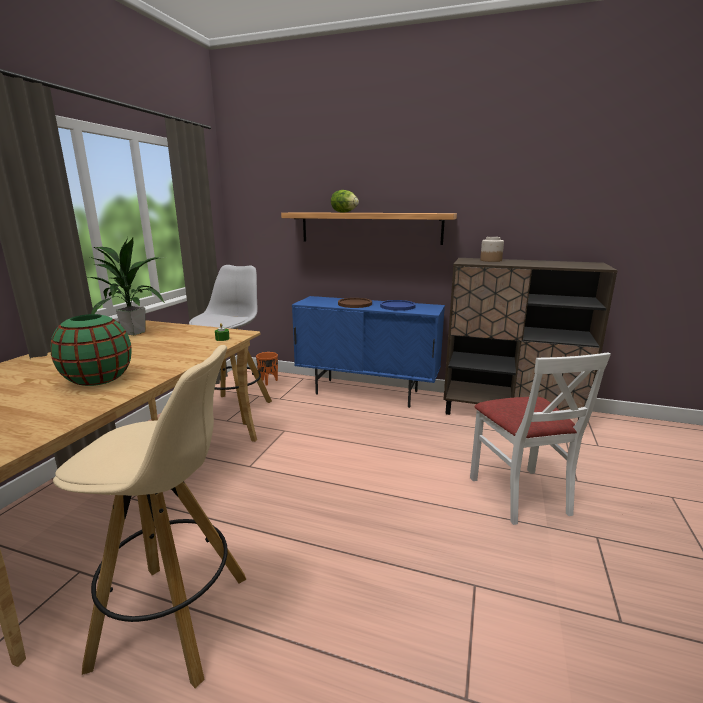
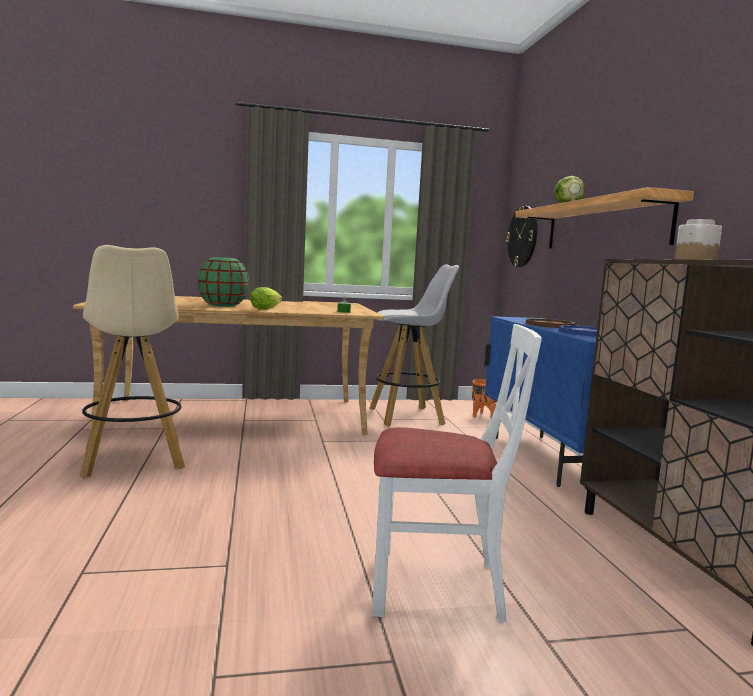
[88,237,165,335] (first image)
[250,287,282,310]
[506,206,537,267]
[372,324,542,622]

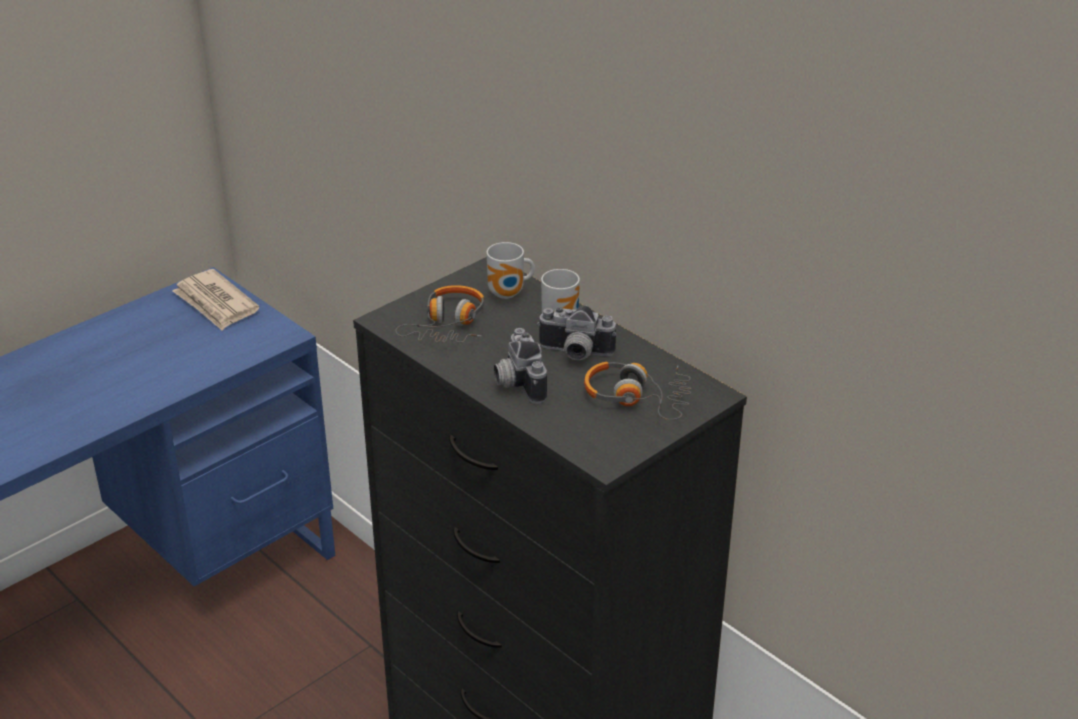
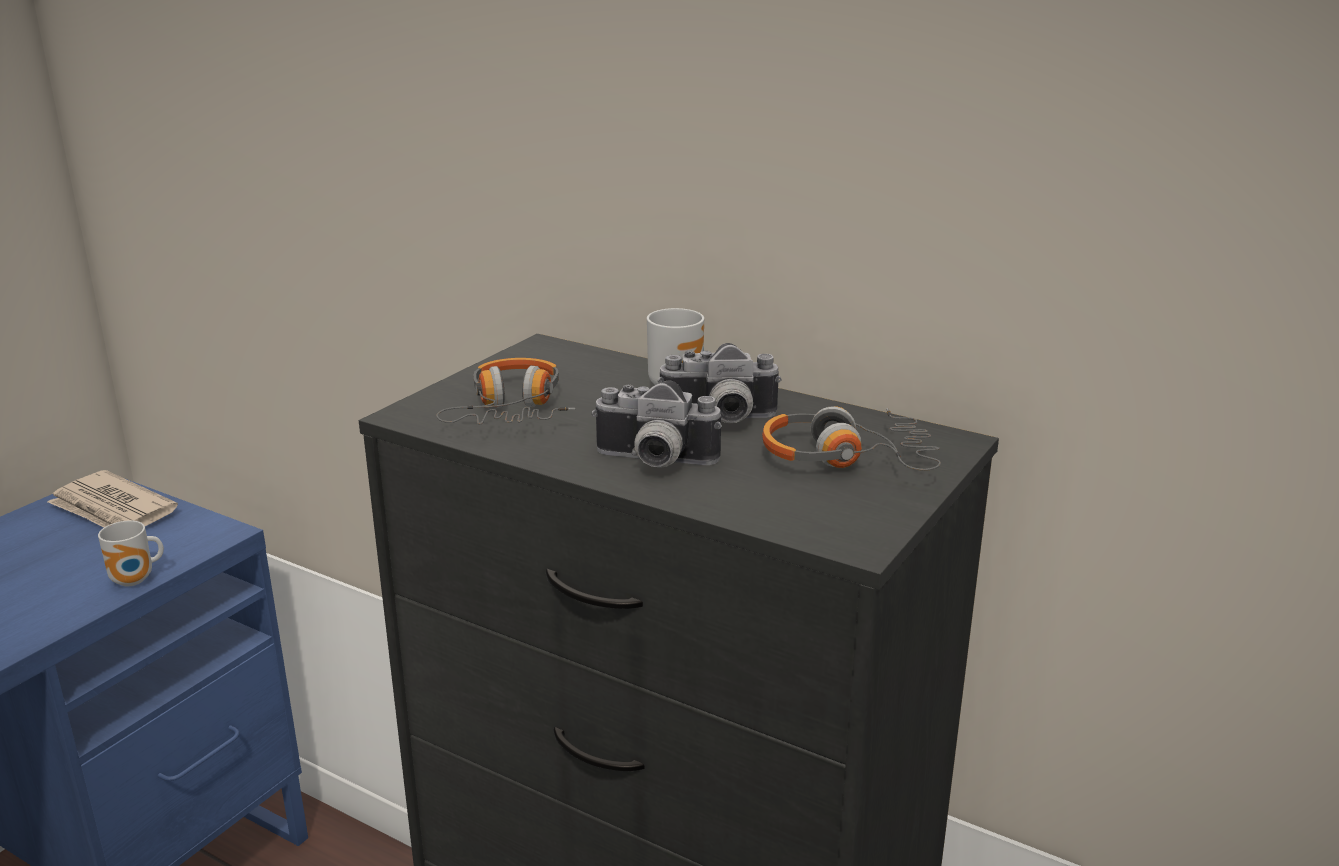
[98,521,164,586]
[592,380,722,468]

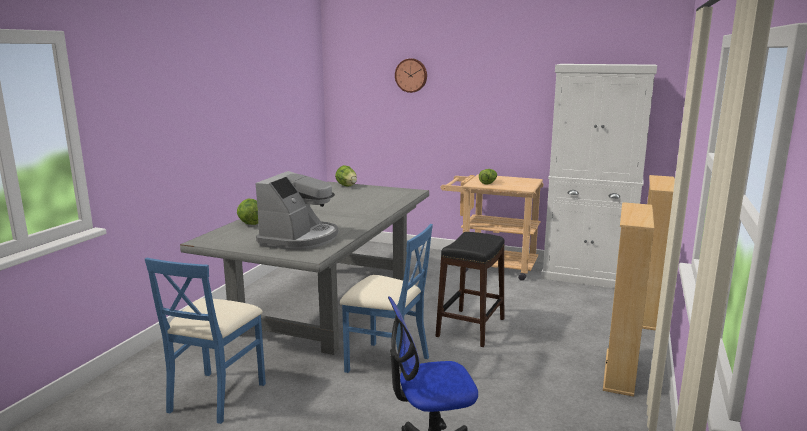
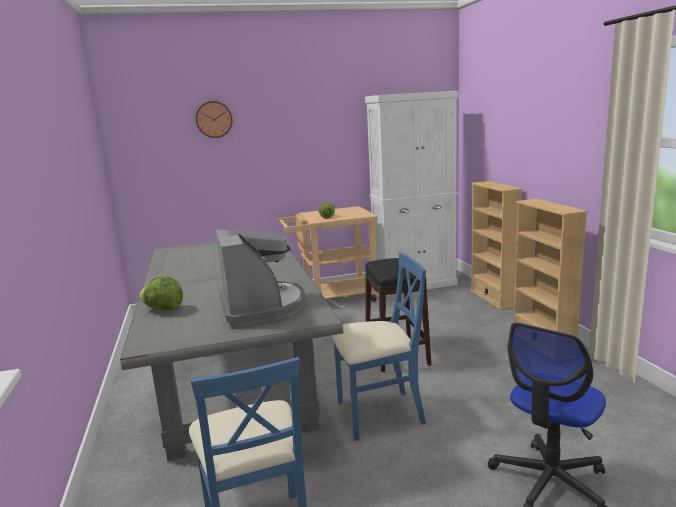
[335,165,357,187] (first image)

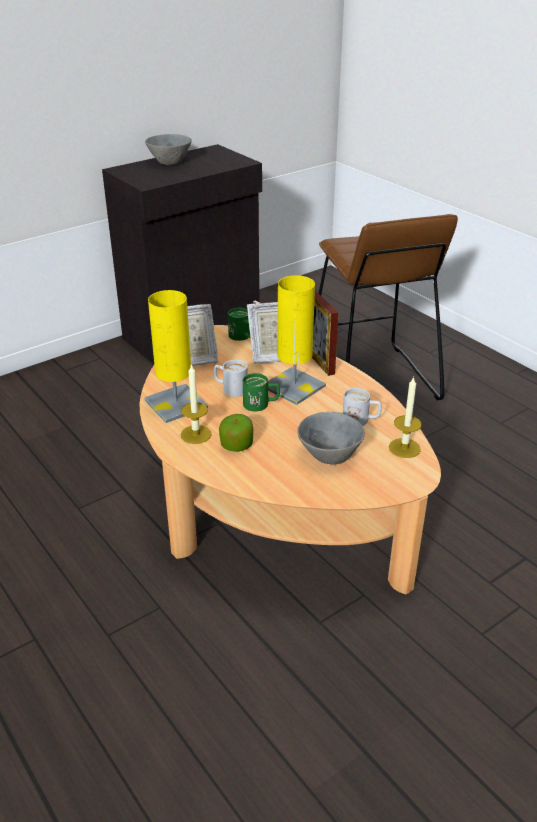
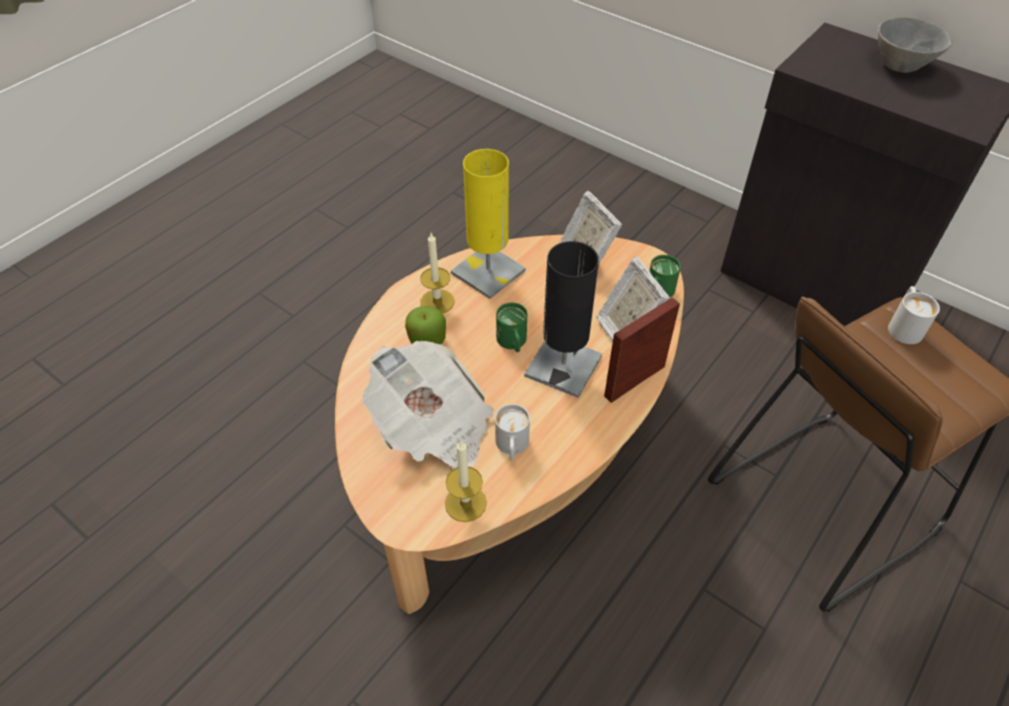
[888,286,940,344]
[362,341,494,469]
[524,241,602,398]

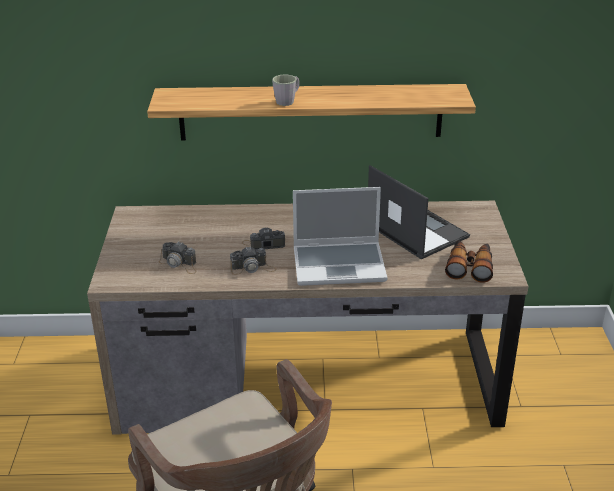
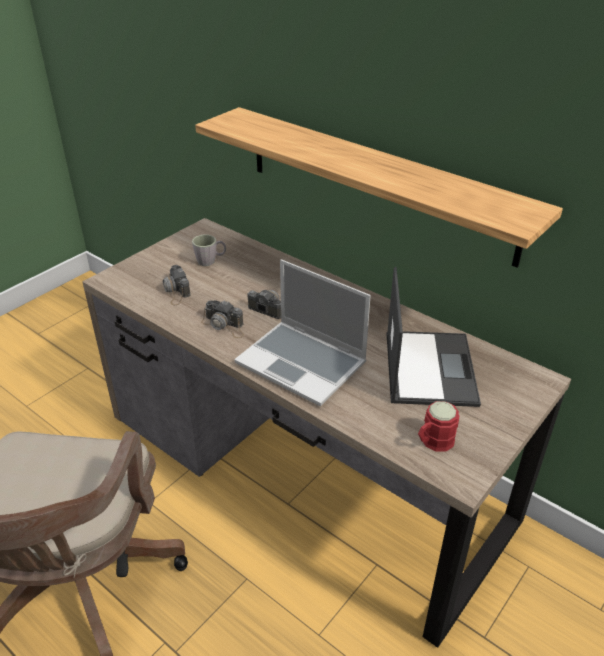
[192,235,226,266]
[418,401,459,452]

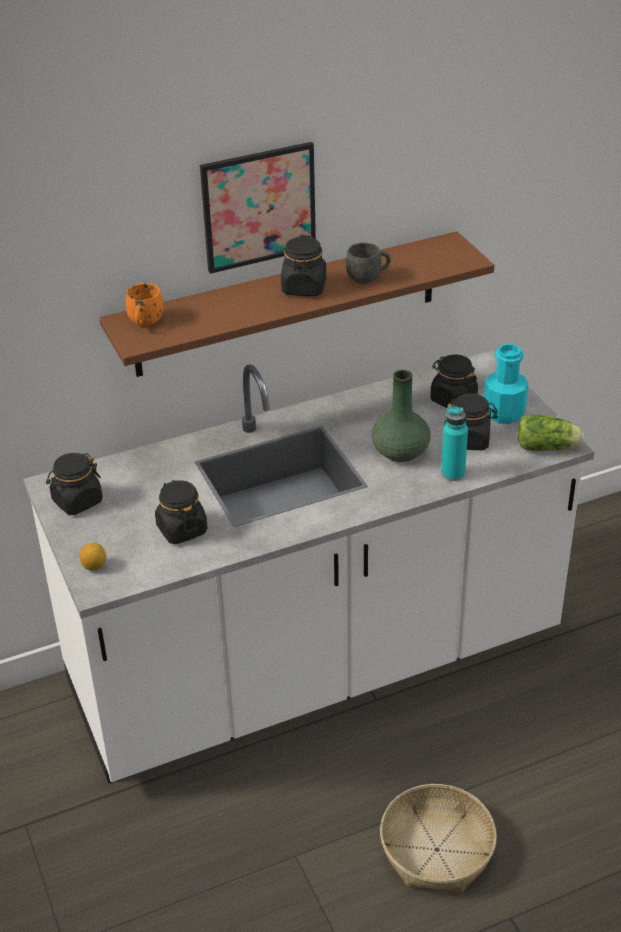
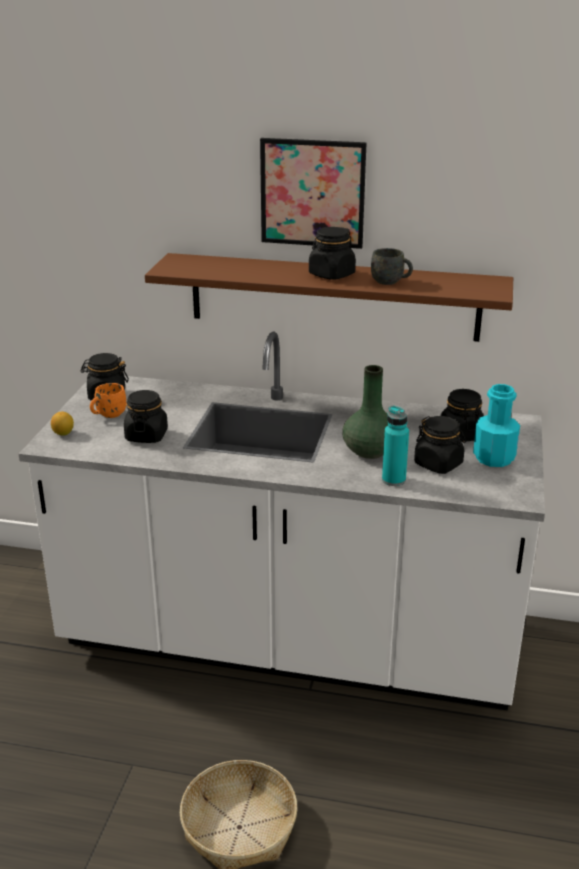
[518,414,584,451] (first image)
[90,383,126,418]

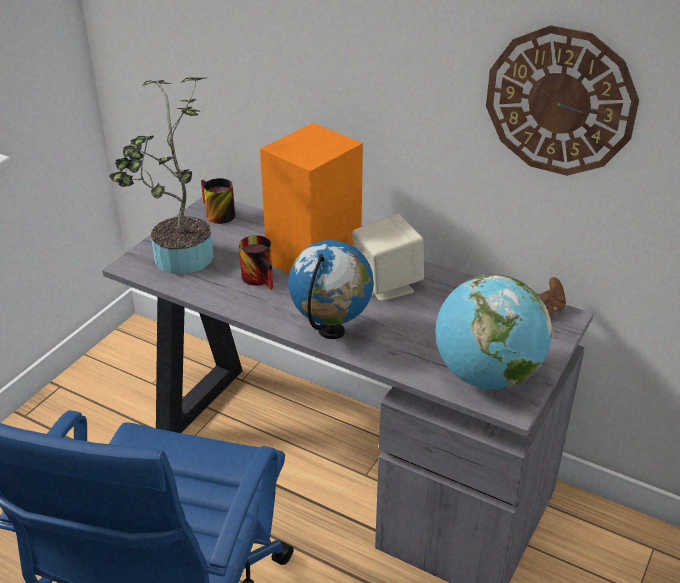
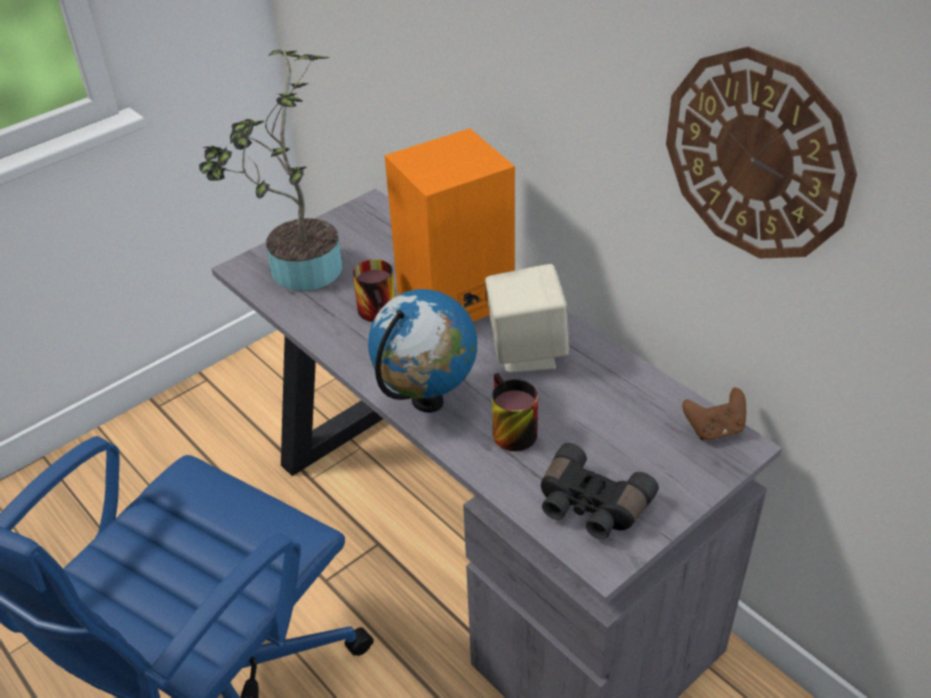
[492,373,538,451]
[541,443,659,539]

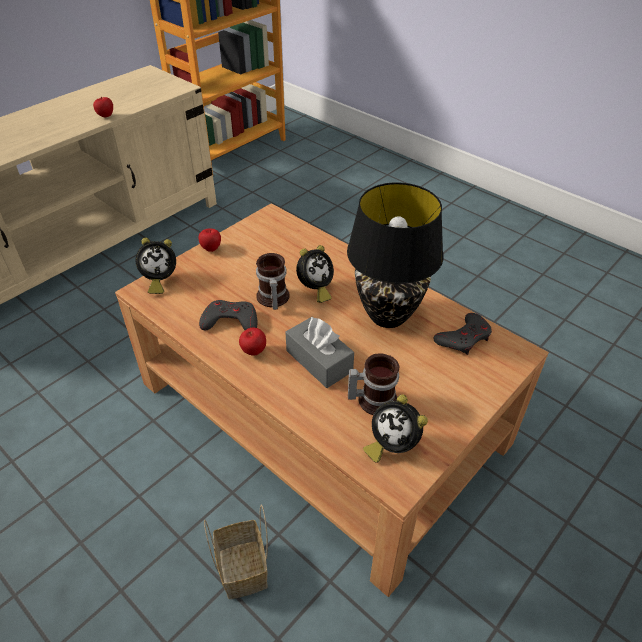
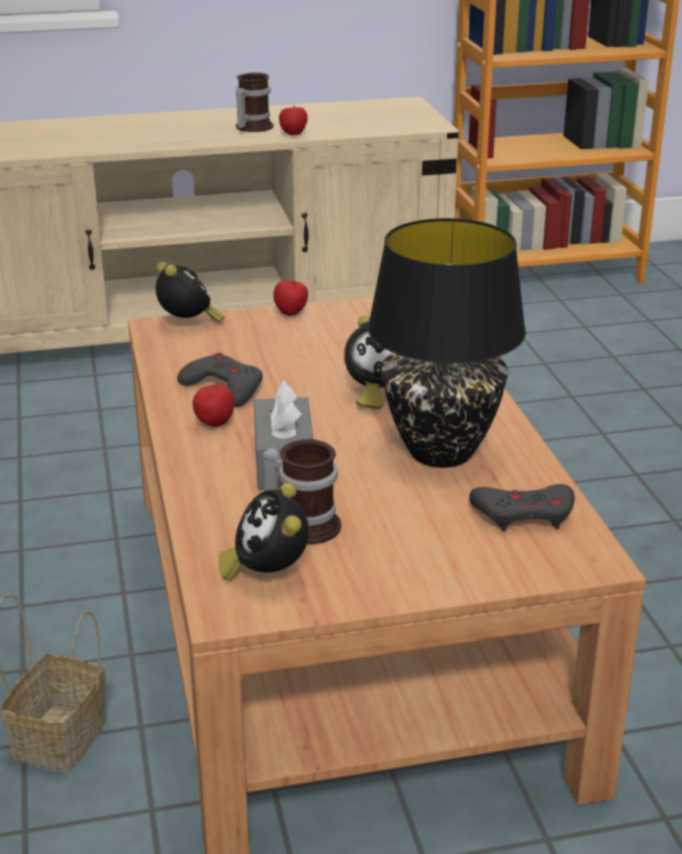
[235,73,274,132]
[156,262,225,322]

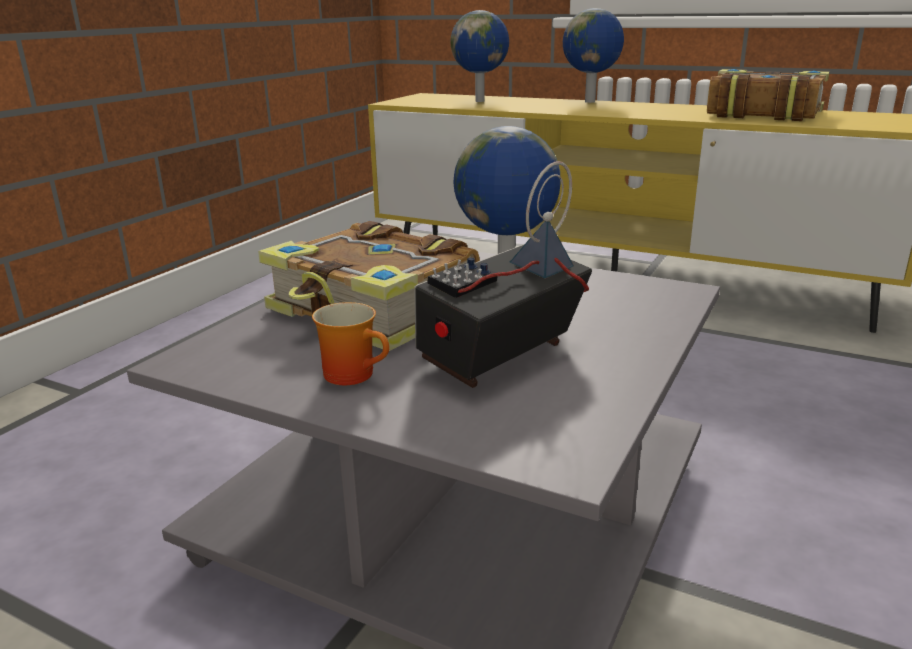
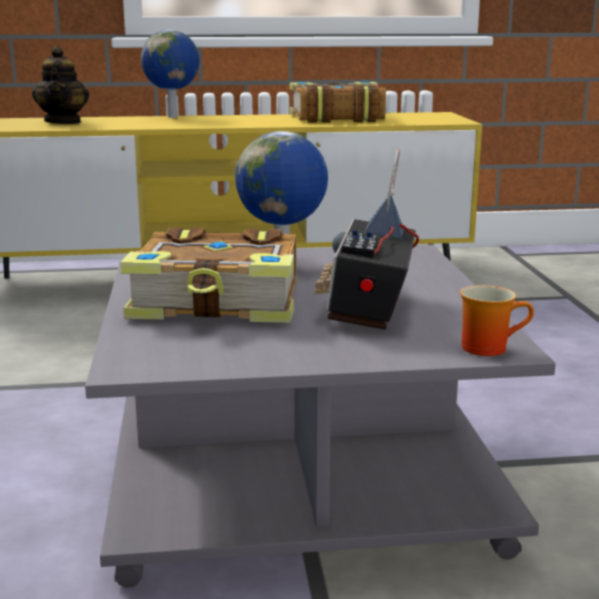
[460,285,534,356]
[32,46,89,124]

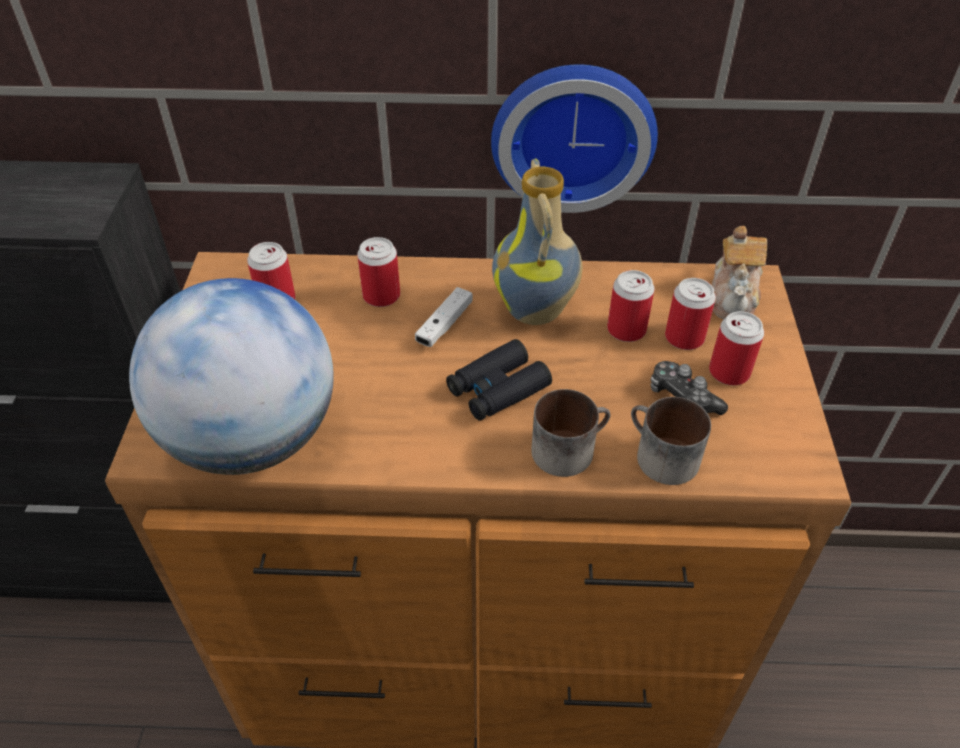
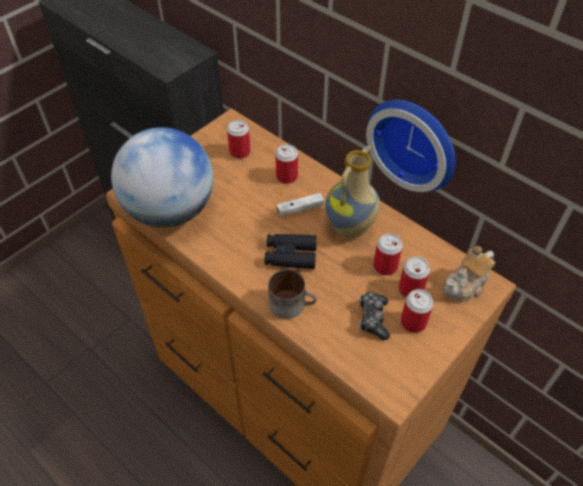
[631,397,711,485] (first image)

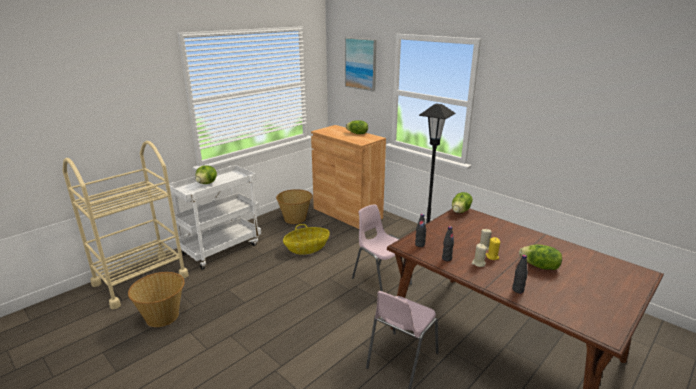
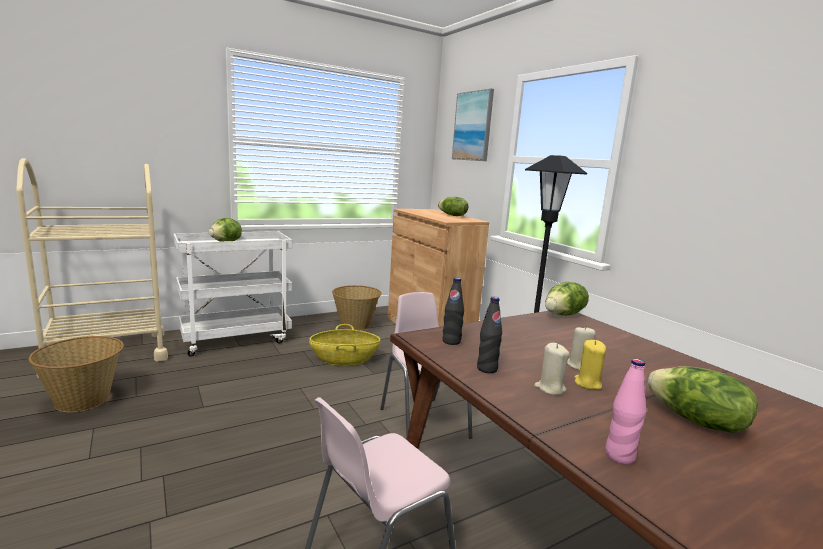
[605,359,646,465]

